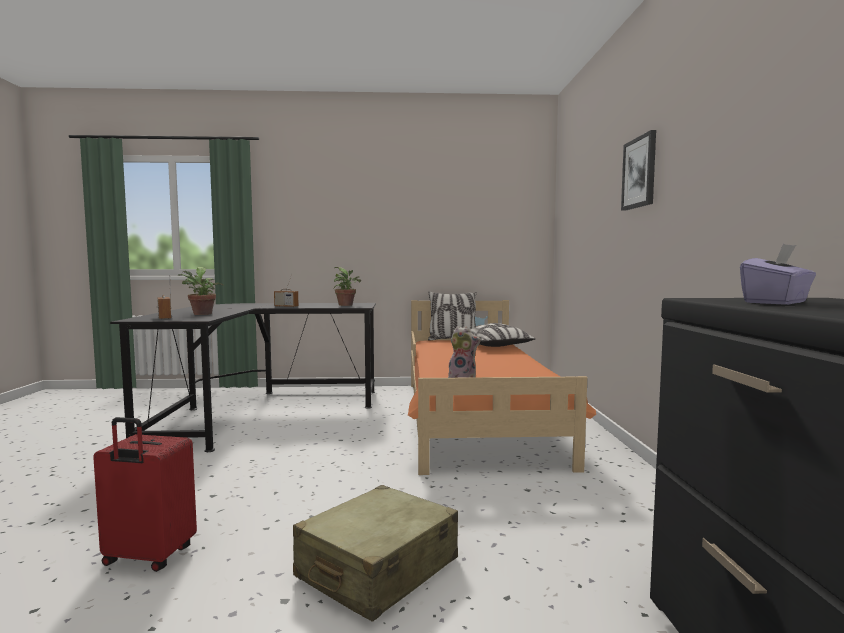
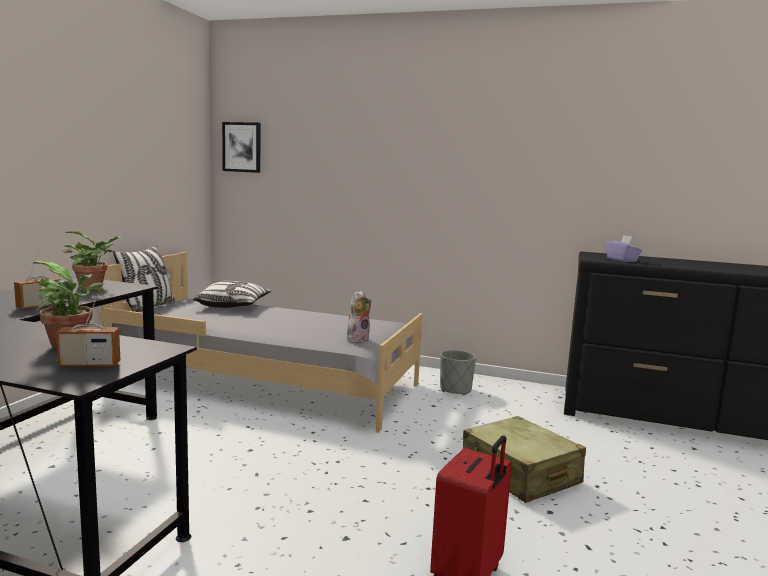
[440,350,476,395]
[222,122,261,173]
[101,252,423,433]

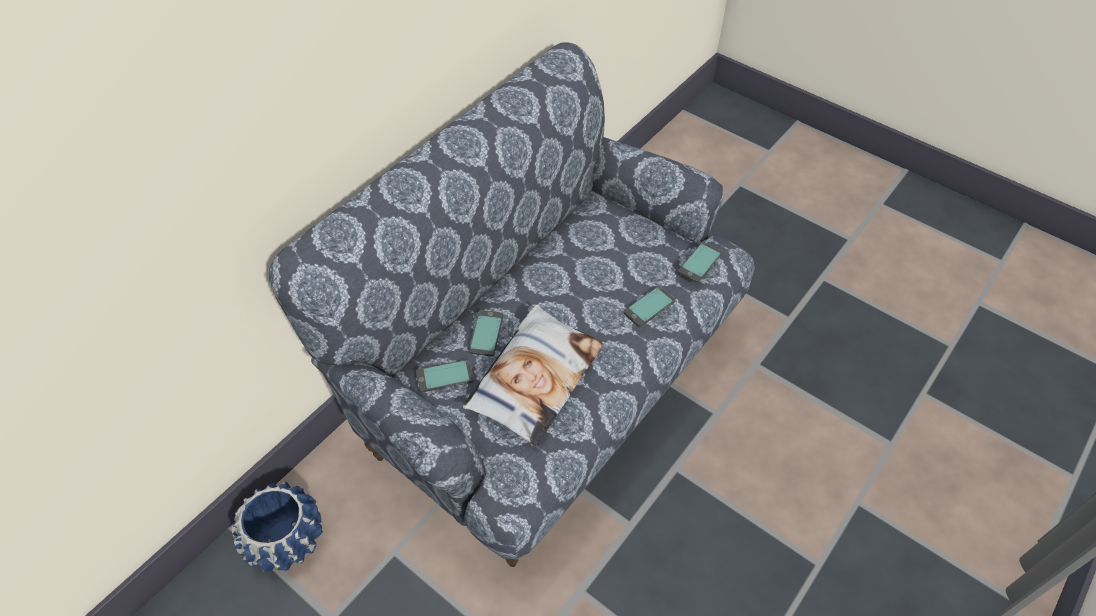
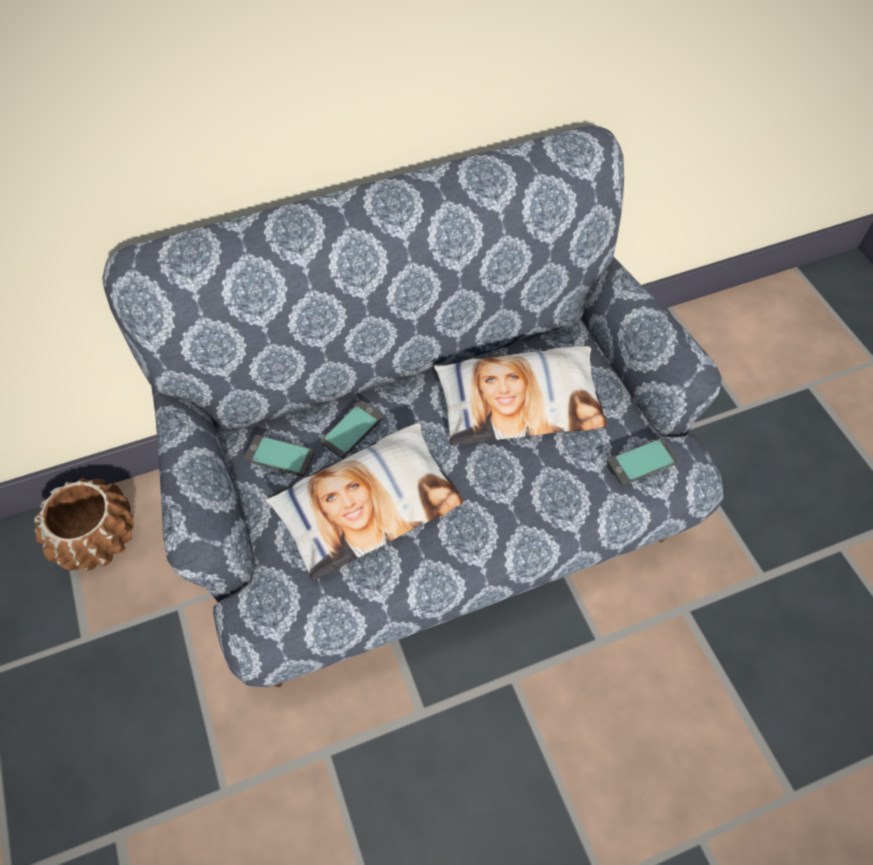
[623,286,676,327] (first image)
[434,346,607,446]
[34,478,134,571]

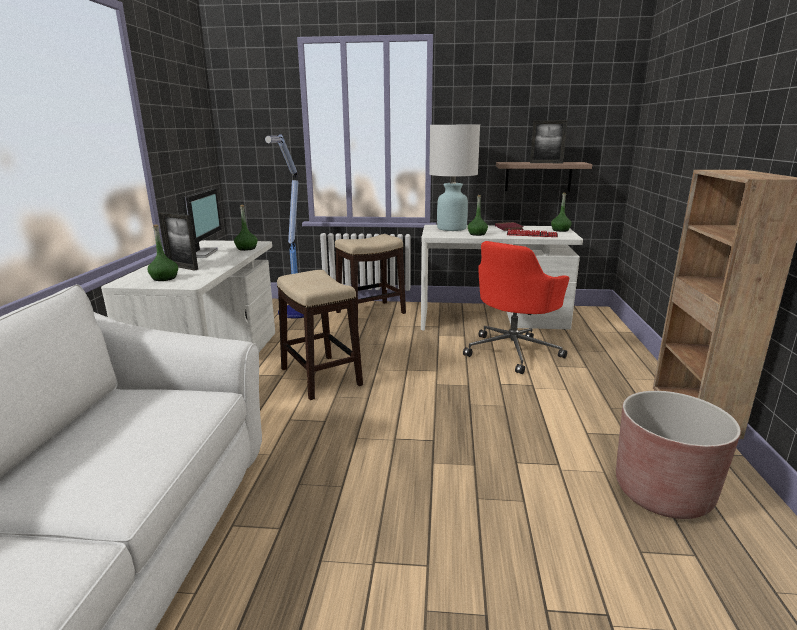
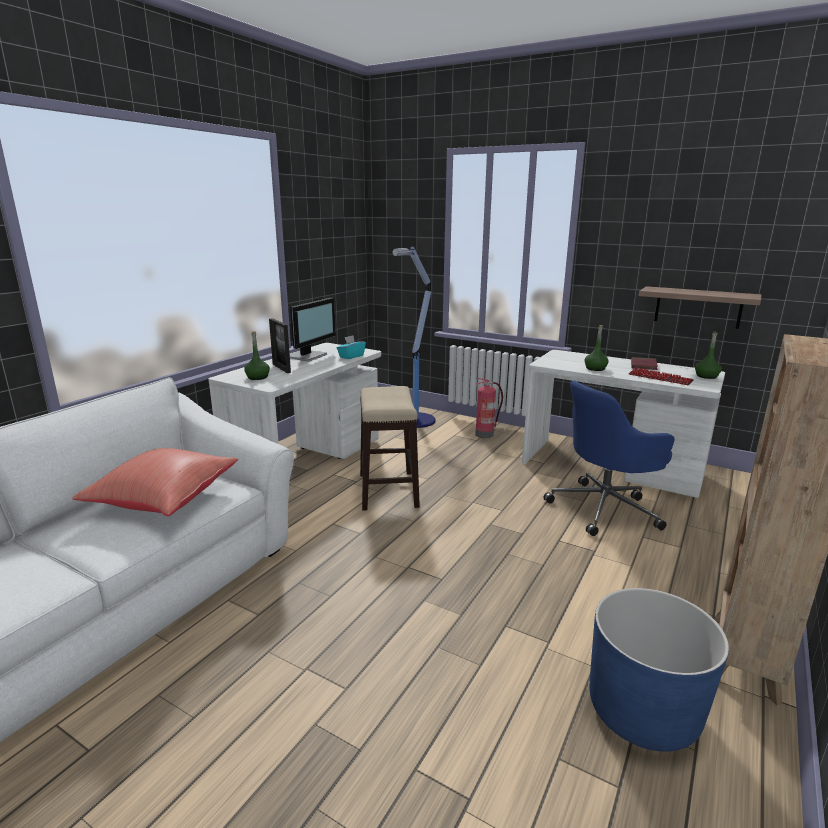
[429,125,480,231] (first image)
[530,120,568,163] (first image)
[72,448,238,516]
[337,336,366,359]
[475,378,503,438]
[543,381,675,536]
[589,588,729,752]

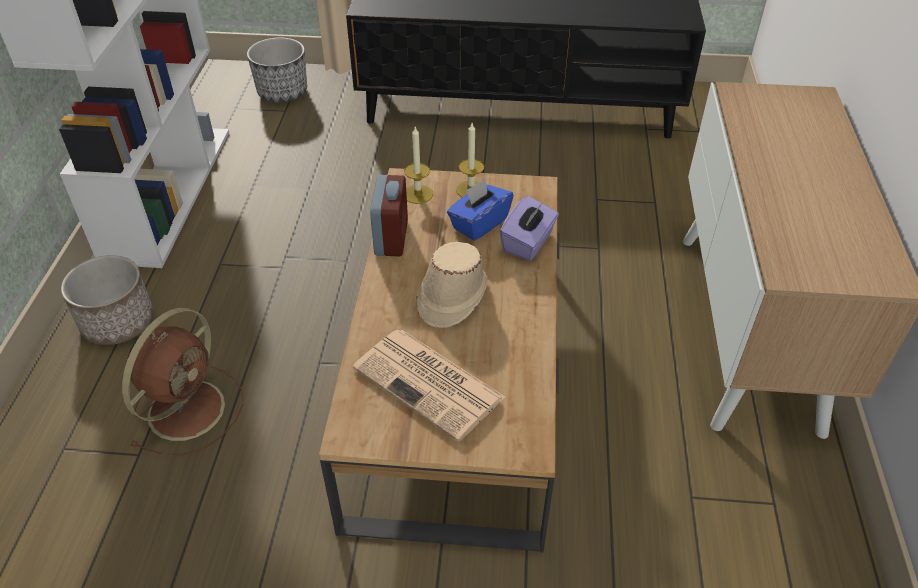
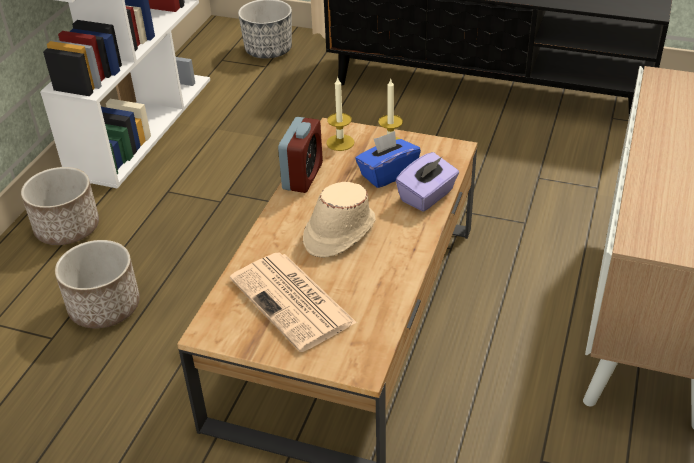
[55,240,140,329]

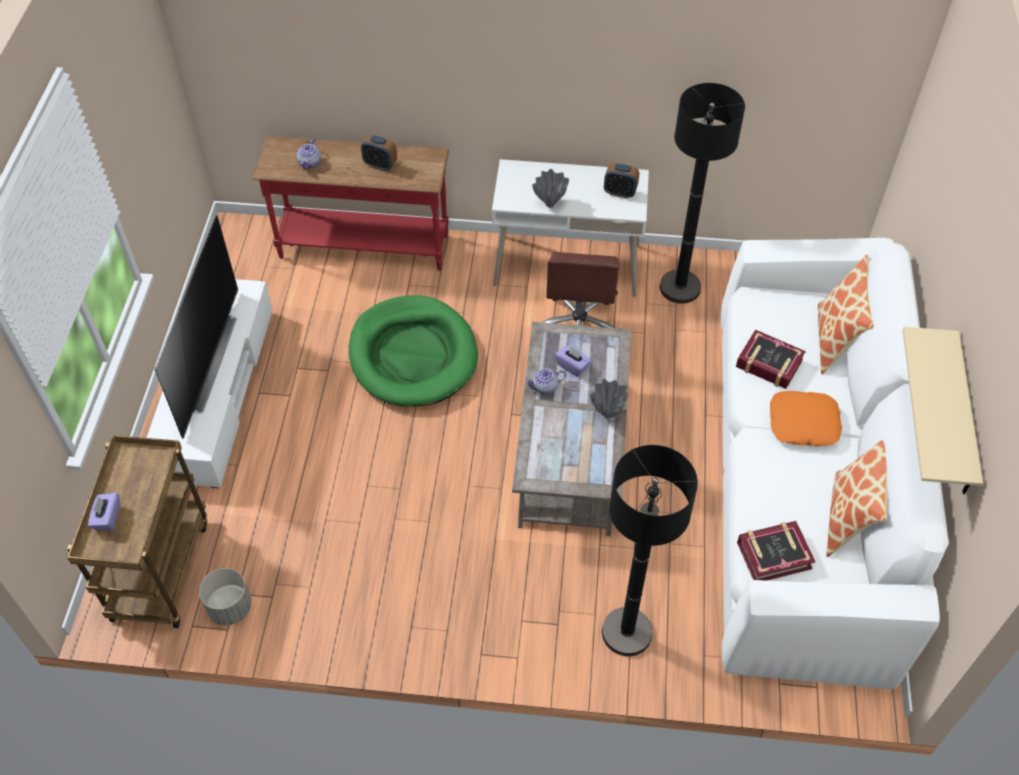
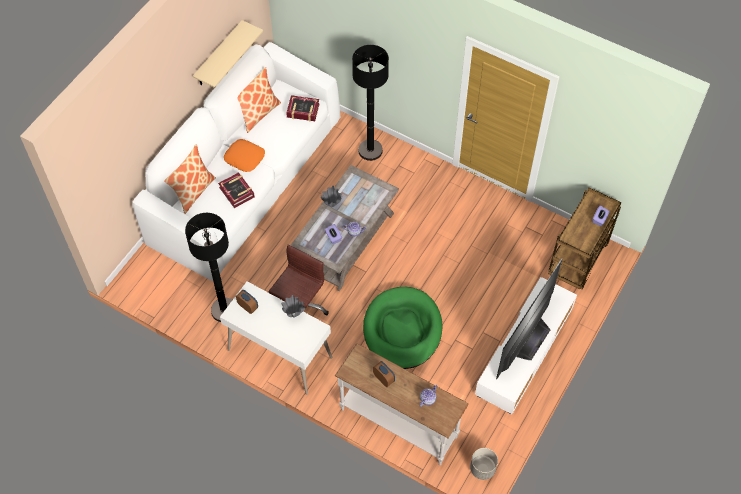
[470,448,498,480]
[335,343,469,465]

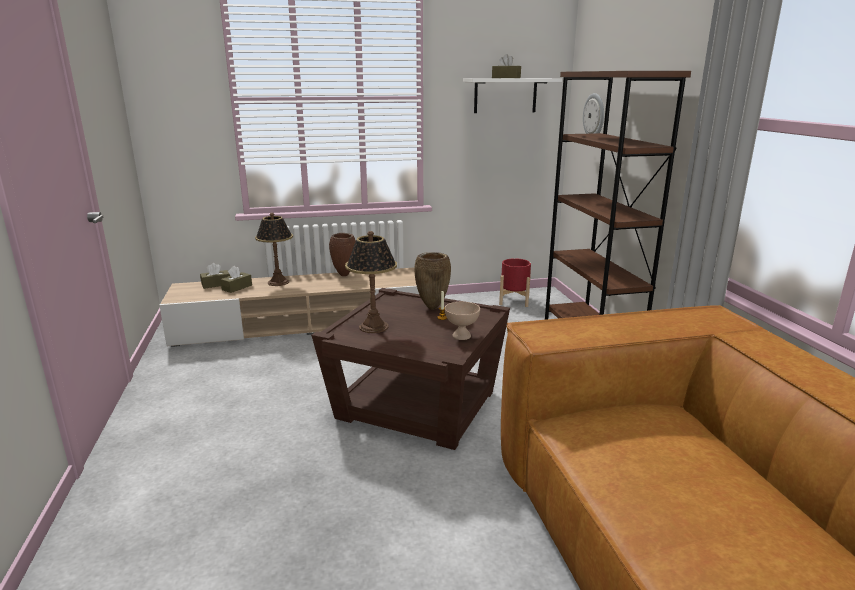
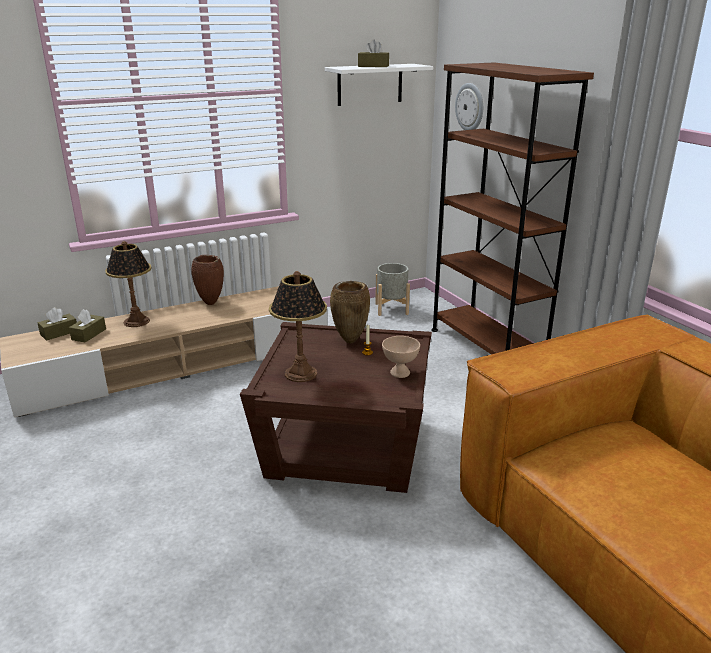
[375,263,410,316]

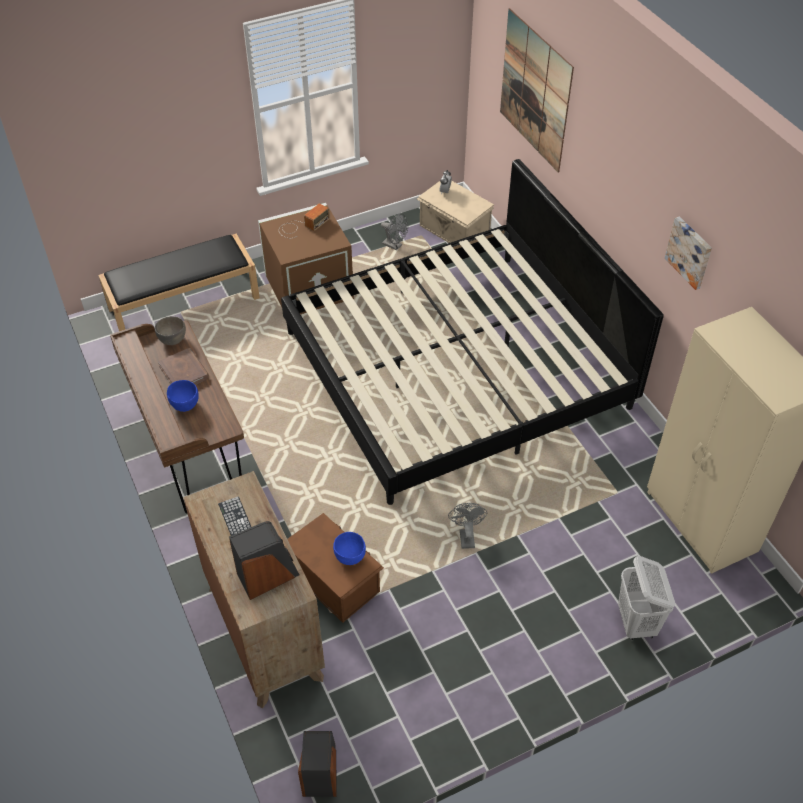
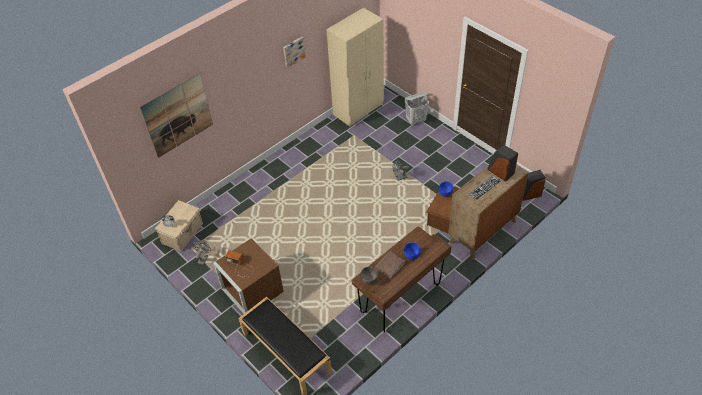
[281,159,664,505] (first image)

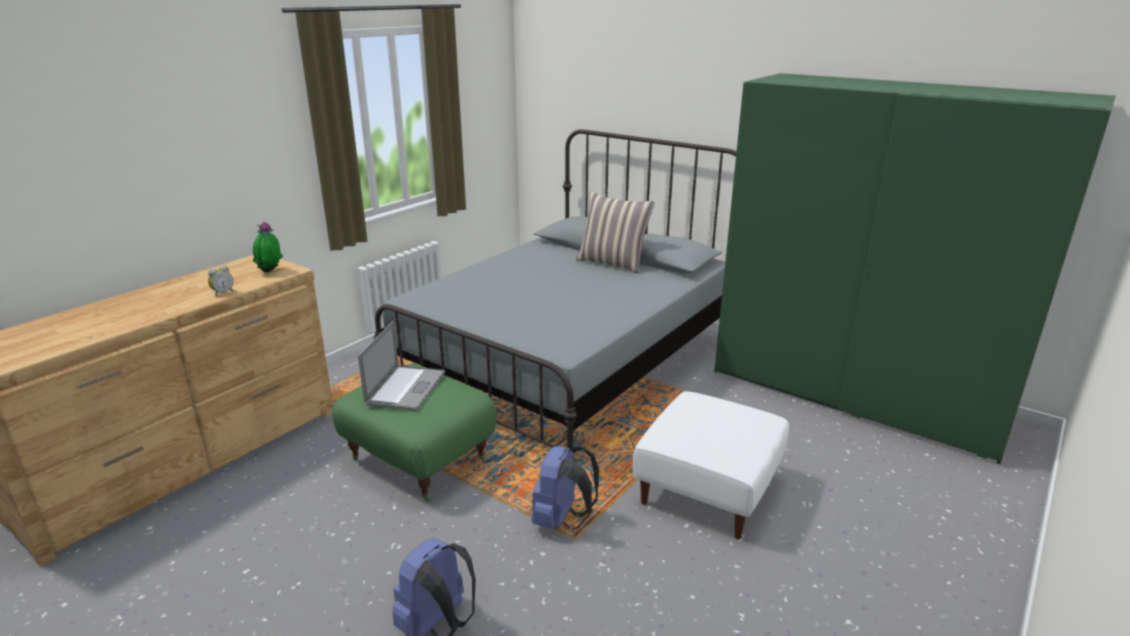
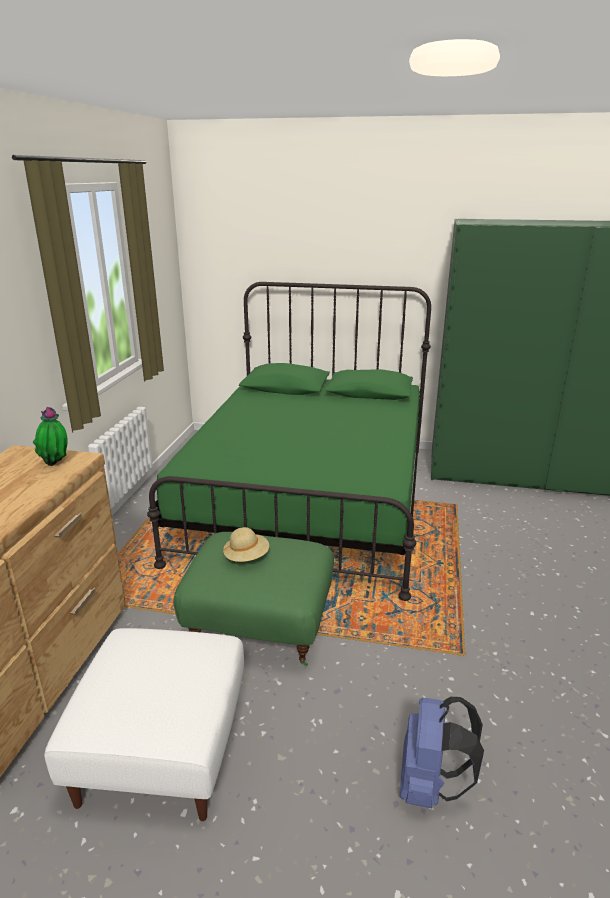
[208,265,234,297] (first image)
[531,446,599,530] (first image)
[576,191,655,274] (first image)
[44,628,244,821]
[223,527,269,562]
[147,282,431,601]

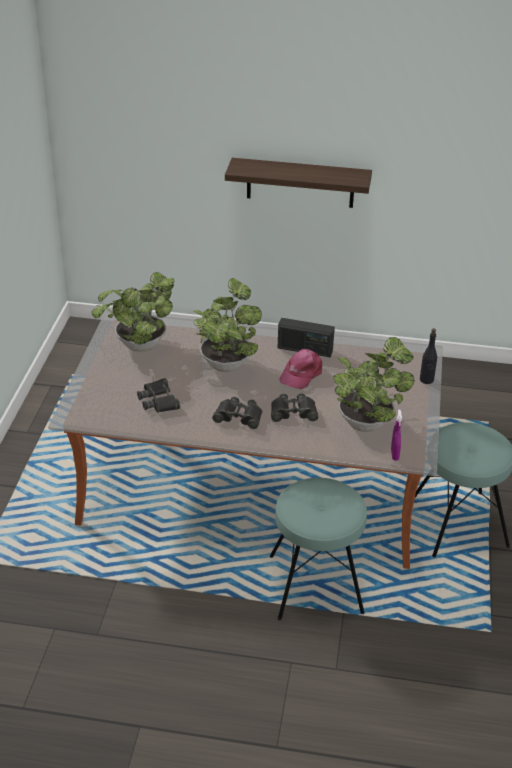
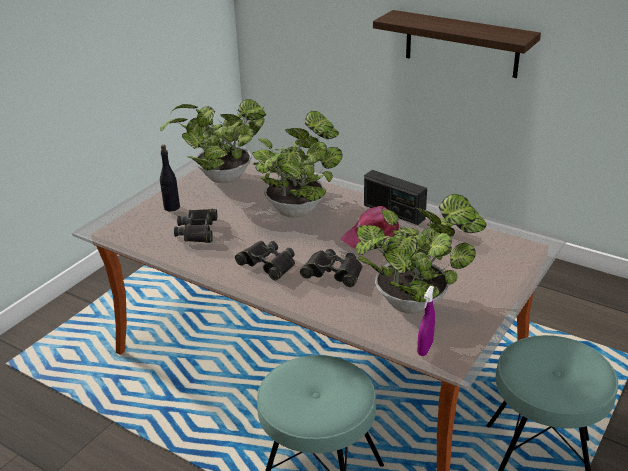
[160,145,180,212]

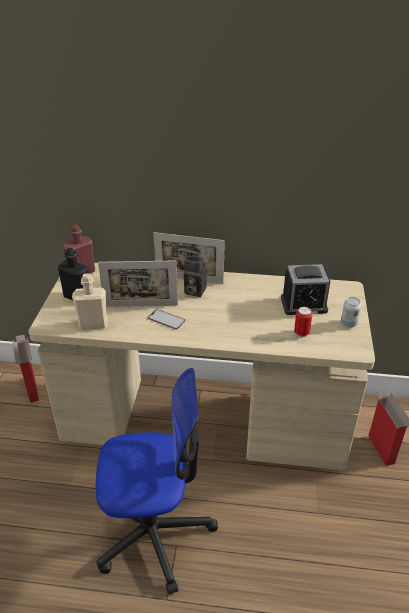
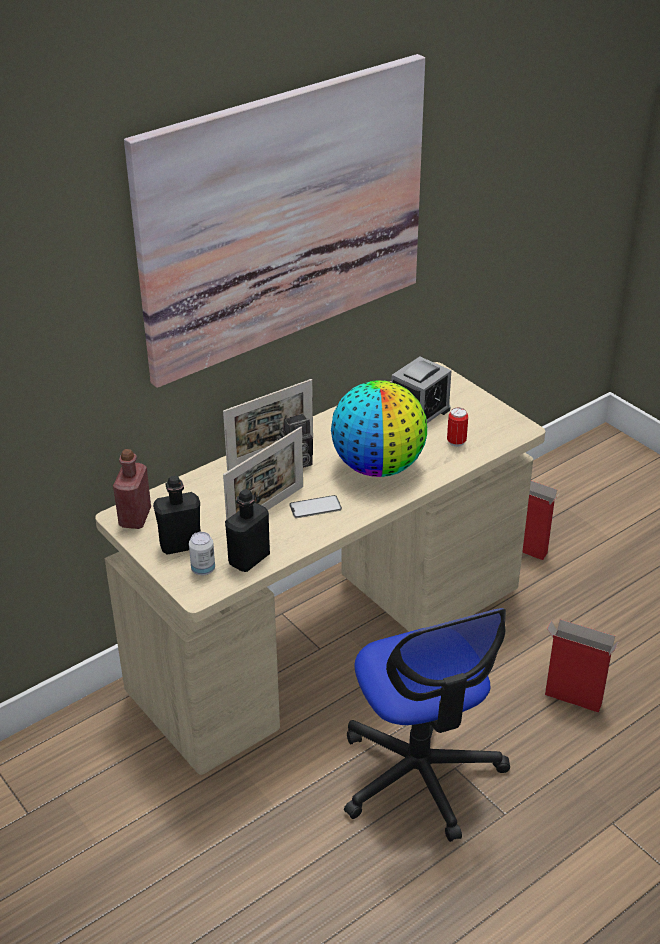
[124,54,425,388]
[331,380,427,477]
[545,619,619,713]
[189,532,215,575]
[225,489,270,572]
[344,608,510,842]

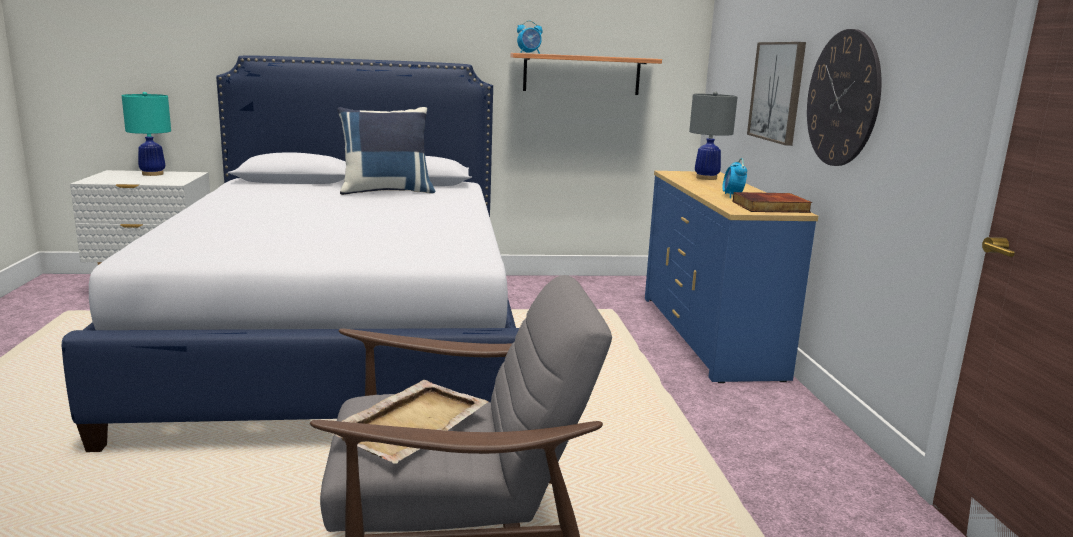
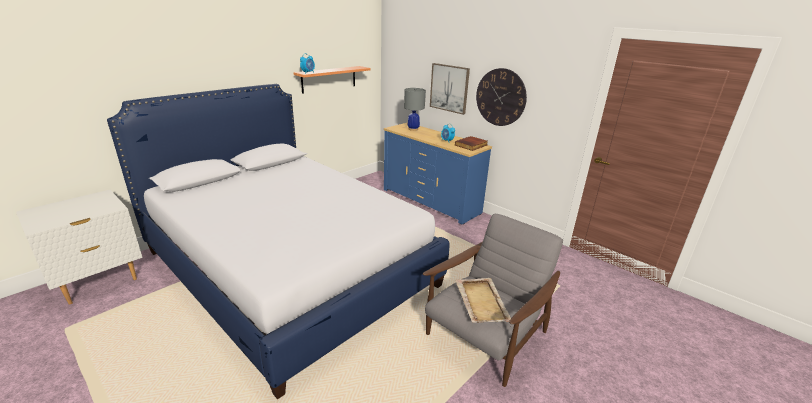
[122,92,171,176] (first image)
[337,107,435,195] (first image)

